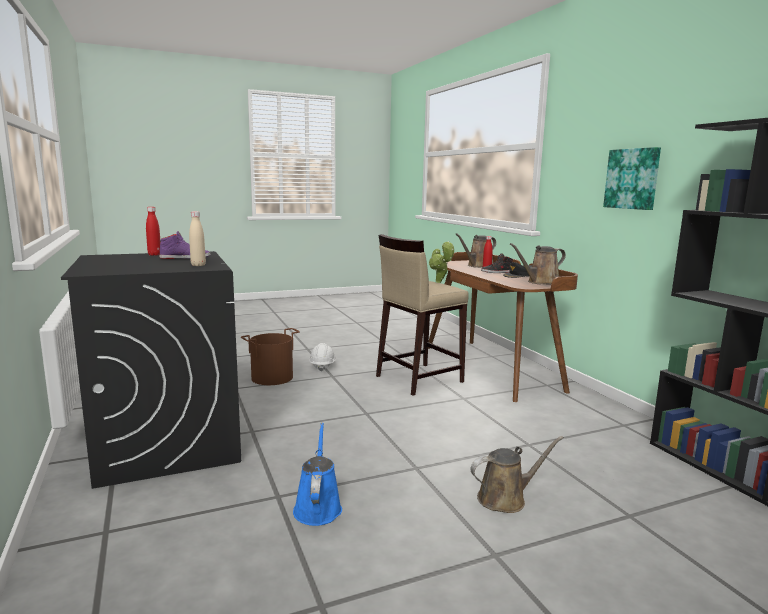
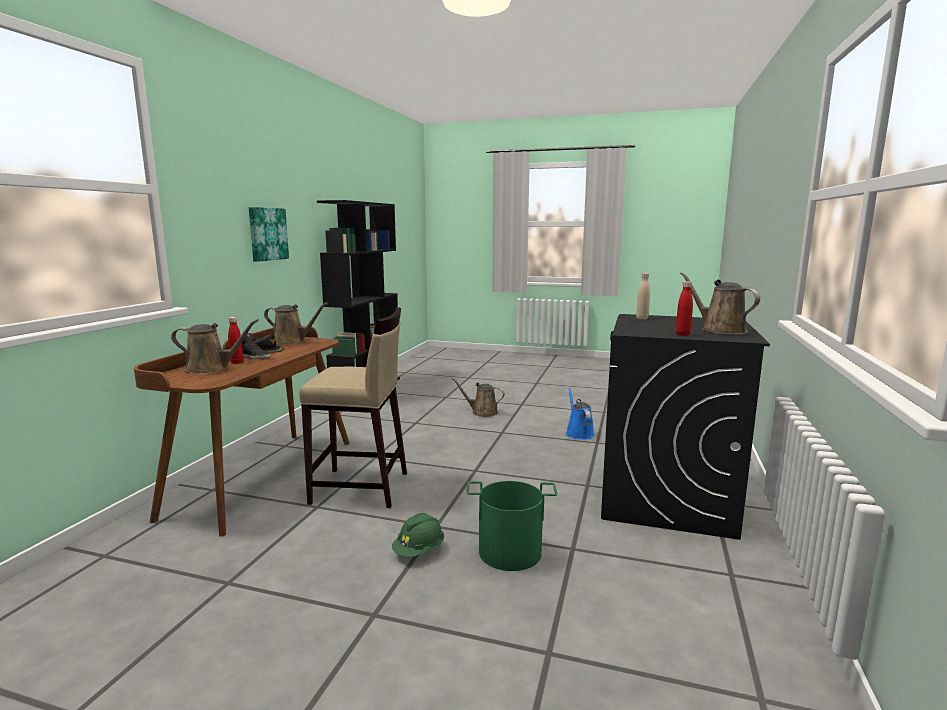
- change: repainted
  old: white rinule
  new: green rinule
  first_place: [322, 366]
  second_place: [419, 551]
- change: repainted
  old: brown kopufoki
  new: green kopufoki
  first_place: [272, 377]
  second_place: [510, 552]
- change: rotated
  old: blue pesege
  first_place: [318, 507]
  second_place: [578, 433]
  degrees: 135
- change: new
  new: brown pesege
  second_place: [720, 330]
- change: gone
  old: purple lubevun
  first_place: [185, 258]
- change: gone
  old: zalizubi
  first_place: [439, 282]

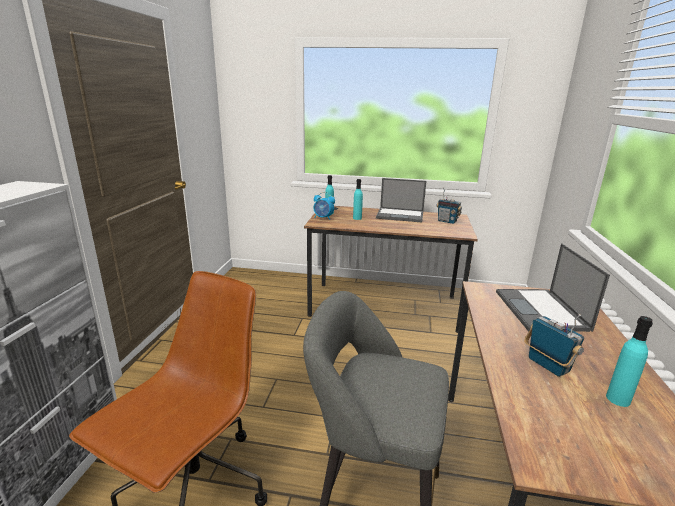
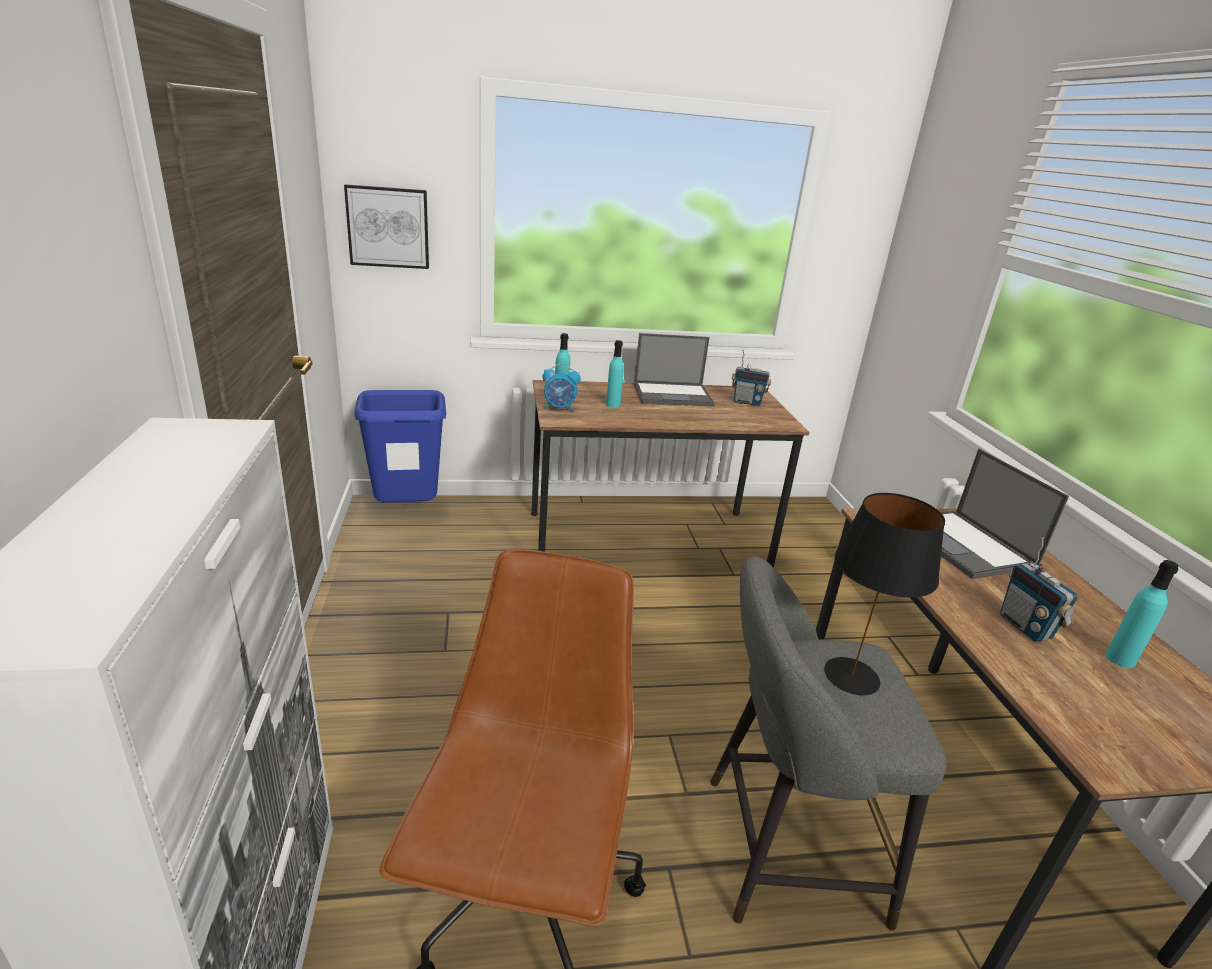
- change: new
  new: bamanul
  second_place: [388, 227]
- change: new
  new: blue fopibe
  second_place: [407, 511]
- change: new
  new: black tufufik
  second_place: [852, 677]
- change: rotated
  old: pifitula
  first_place: [547, 365]
  second_place: [1025, 627]
  degrees: -150

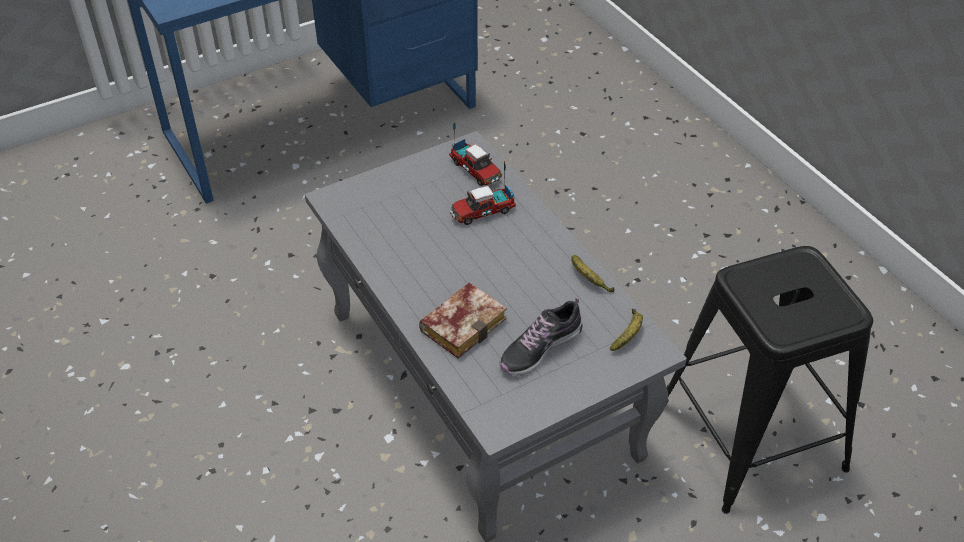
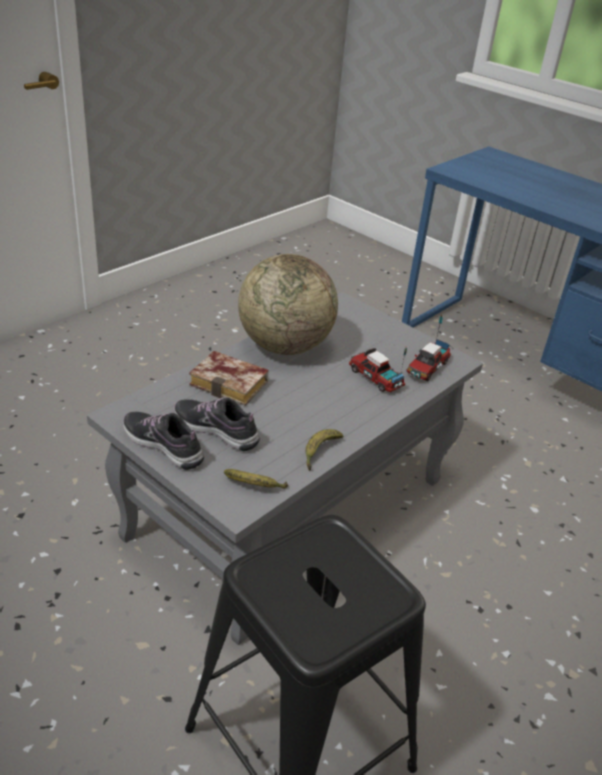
- change: new
  new: lubevun
  second_place: [163, 445]
- change: new
  new: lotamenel
  second_place: [284, 346]

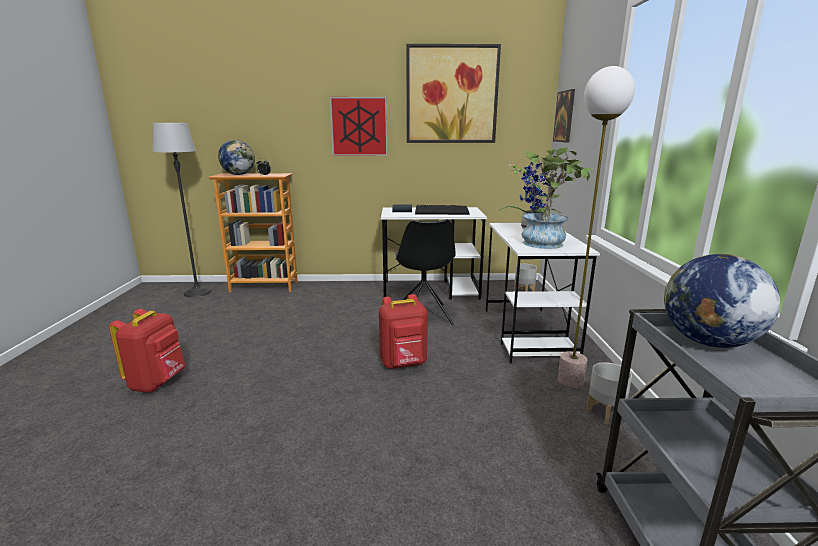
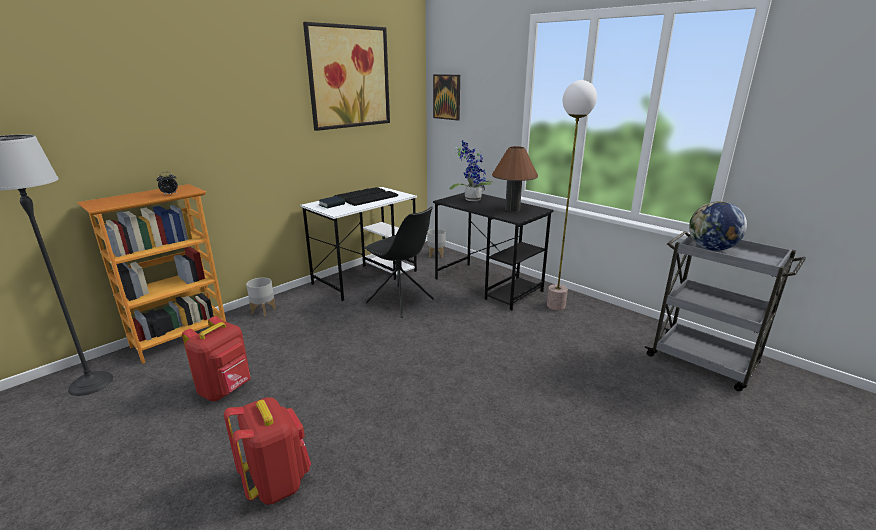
- change: shifted
  old: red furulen
  first_place: [404, 364]
  second_place: [226, 389]
- change: shifted
  old: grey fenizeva
  first_place: [605, 414]
  second_place: [264, 311]
- change: repainted
  old: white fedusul
  new: black fedusul
  first_place: [528, 333]
  second_place: [488, 285]
- change: swapped
  old: zalizubi
  new: brown tufufik
  first_place: [548, 243]
  second_place: [512, 209]
- change: gone
  old: lotamenel
  first_place: [239, 174]
- change: gone
  old: bamanul
  first_place: [359, 126]

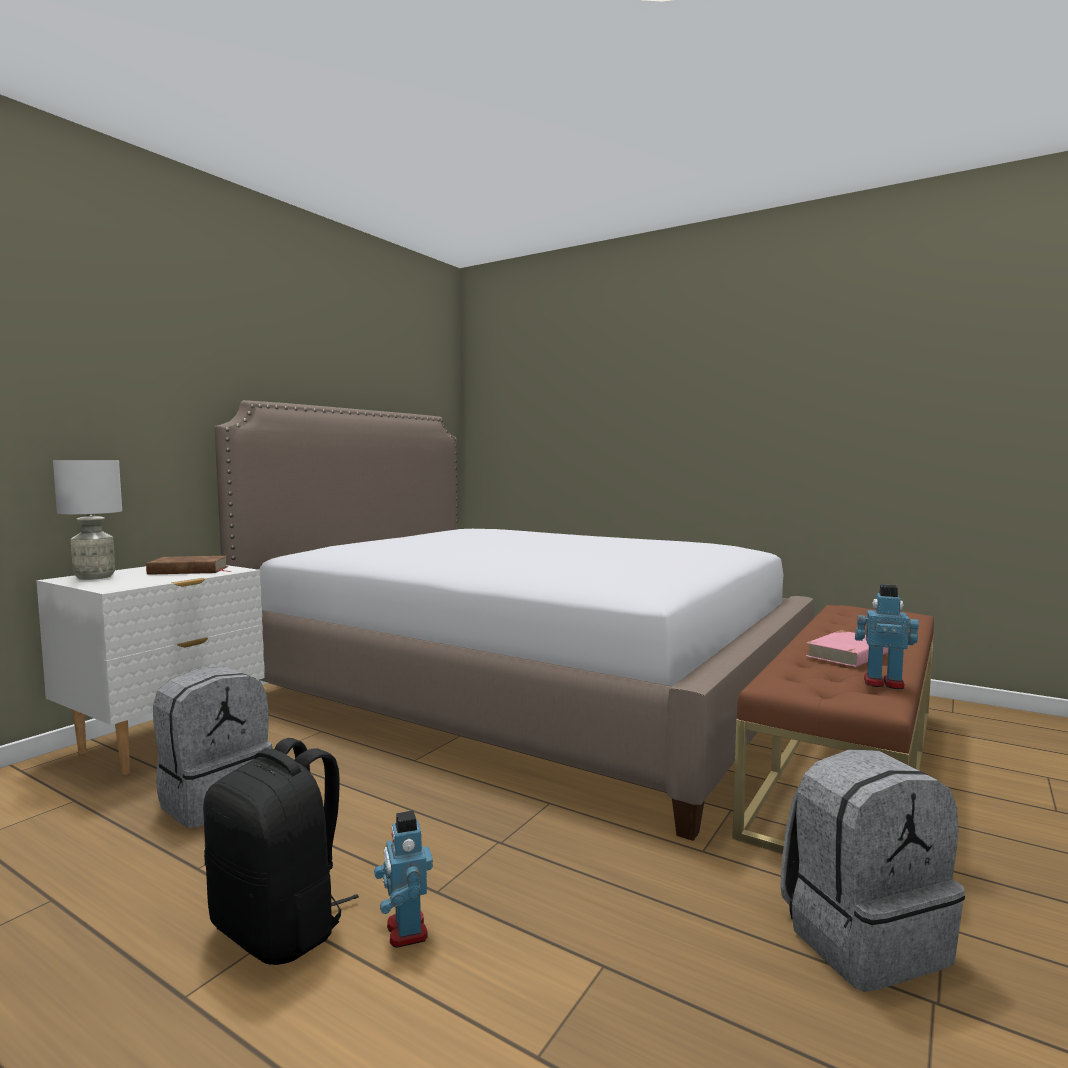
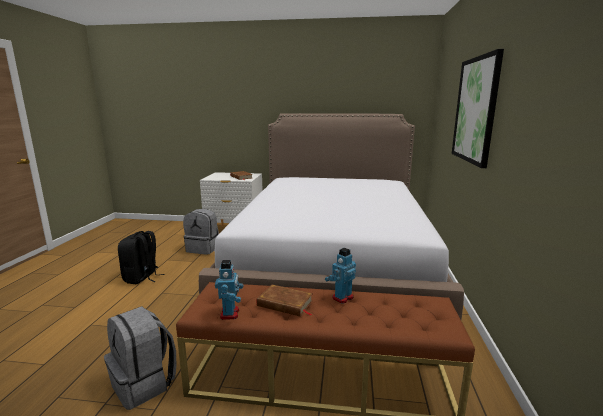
- change: repainted
  old: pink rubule
  new: brown rubule
  first_place: [848, 654]
  second_place: [285, 304]
- change: shifted
  old: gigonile
  first_place: [405, 931]
  second_place: [342, 297]
- change: new
  new: bamanul
  second_place: [475, 110]
- change: gone
  old: grey tufufik
  first_place: [95, 577]

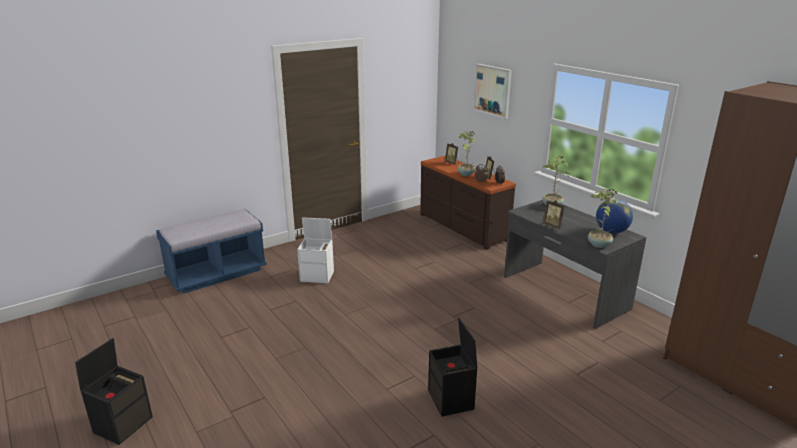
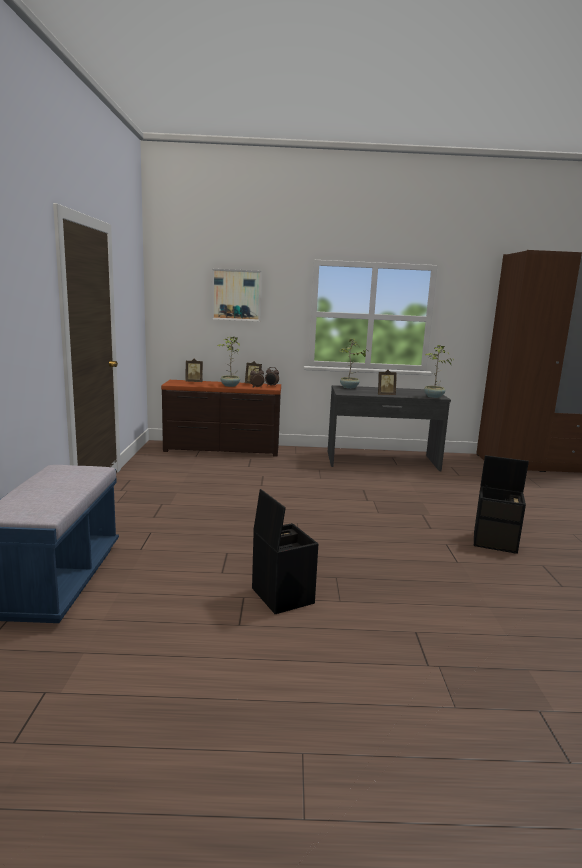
- change: shifted
  old: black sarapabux
  first_place: [123, 424]
  second_place: [281, 595]
- change: gone
  old: white sarapabux
  first_place: [318, 276]
- change: gone
  old: lotamenel
  first_place: [611, 231]

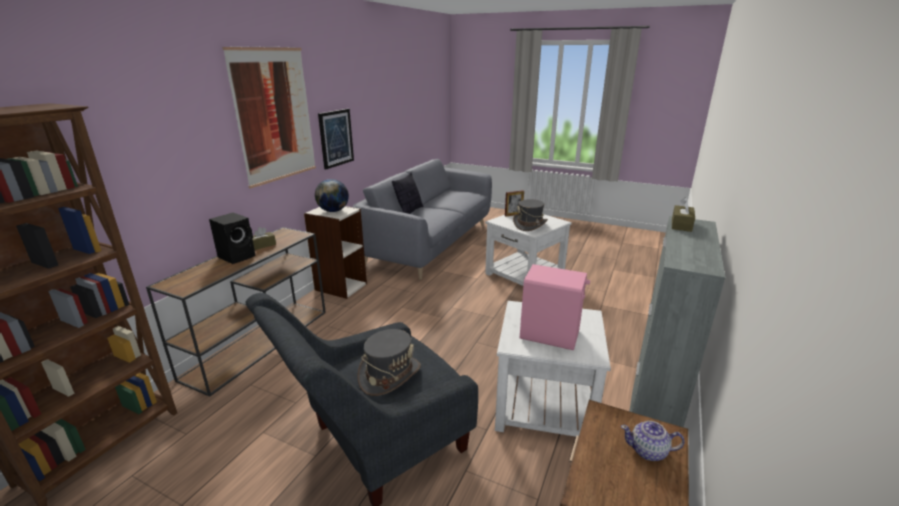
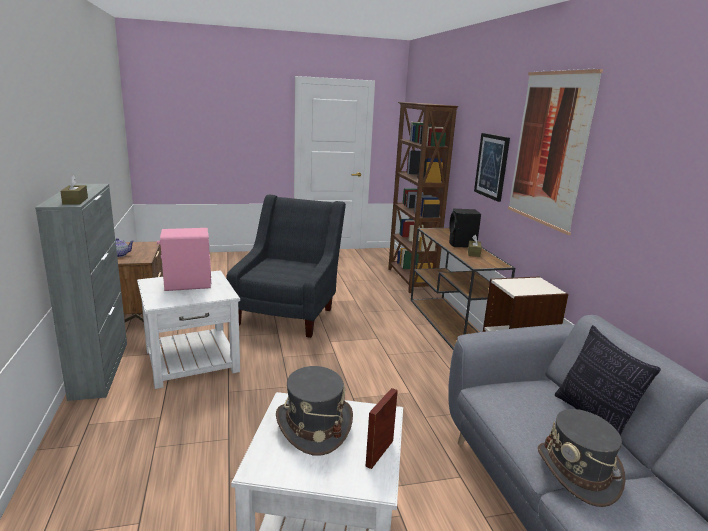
- change: shifted
  old: bamanul
  first_place: [336, 138]
  second_place: [492, 166]
- change: shifted
  old: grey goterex
  first_place: [389, 375]
  second_place: [578, 472]
- change: gone
  old: lotamenel
  first_place: [333, 211]

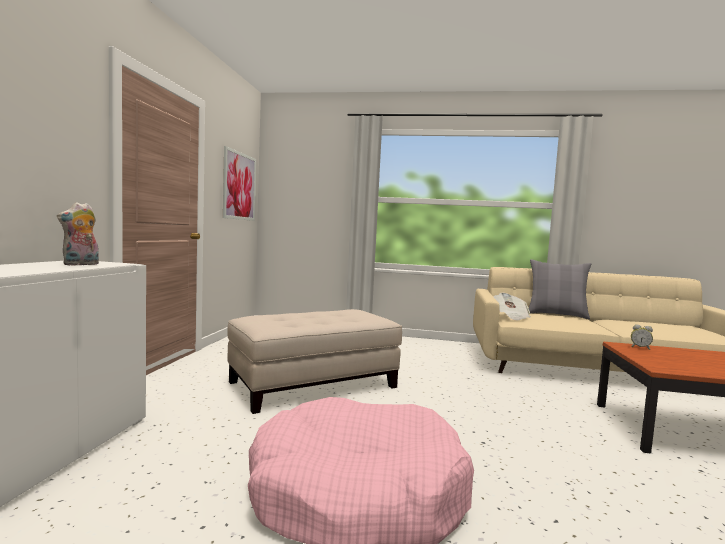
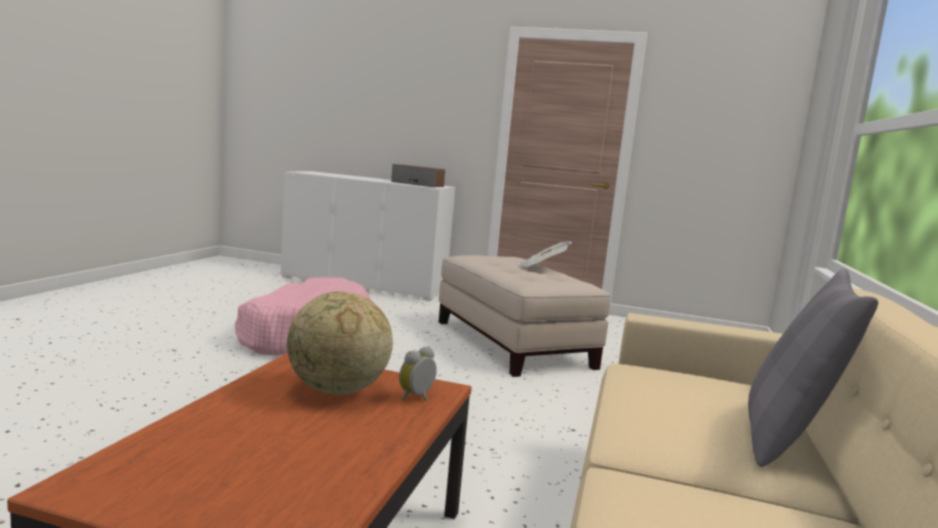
- change: new
  new: lotamenel
  second_place: [337, 391]
- change: swapped
  old: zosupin
  new: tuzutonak
  first_place: [81, 264]
  second_place: [417, 184]
- change: shifted
  old: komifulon
  first_place: [510, 316]
  second_place: [541, 268]
- change: gone
  old: bamanul
  first_place: [239, 186]

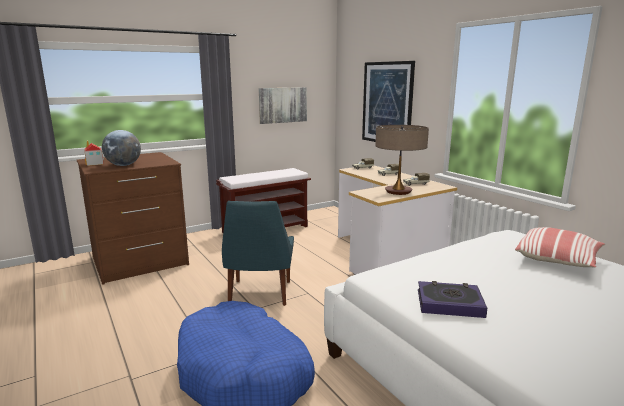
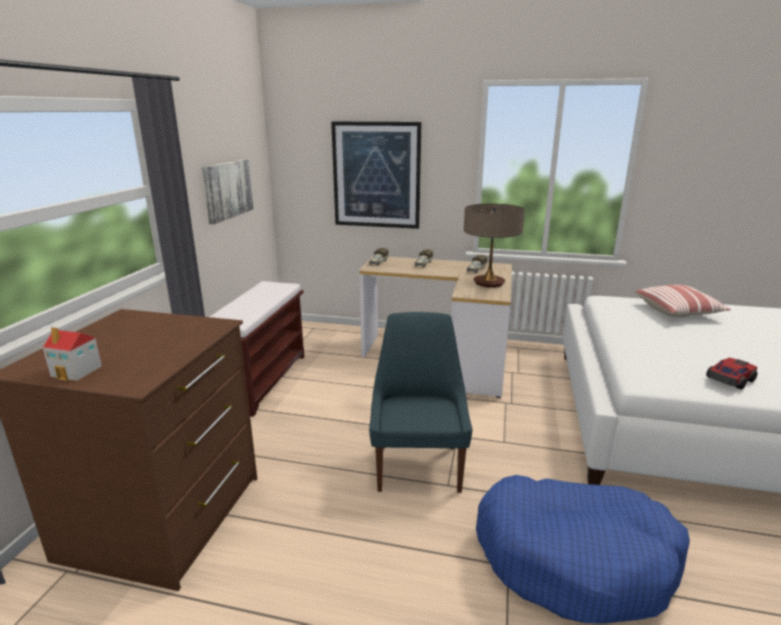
- change: rotated
  old: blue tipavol
  first_place: [259, 294]
  second_place: [418, 465]
  degrees: -135
- change: swapped
  old: rubule
  new: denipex
  first_place: [449, 303]
  second_place: [729, 379]
- change: gone
  old: lotamenel
  first_place: [124, 165]

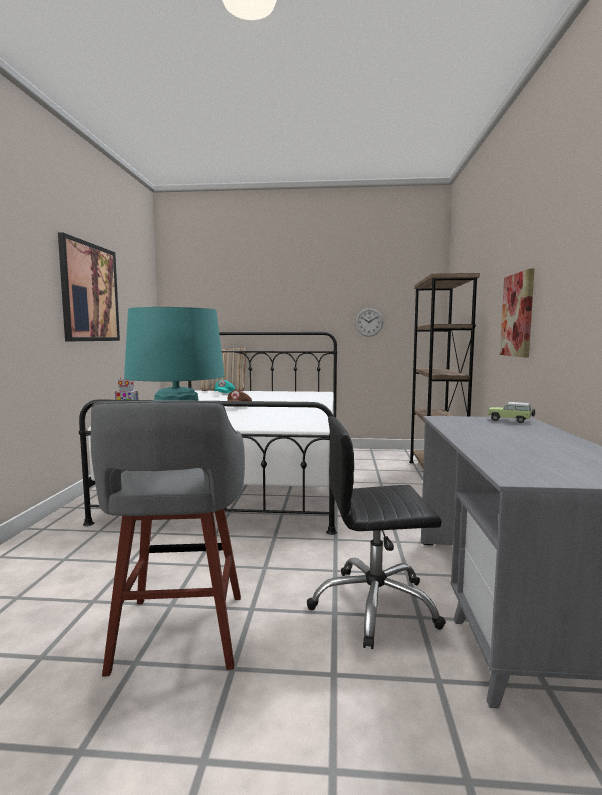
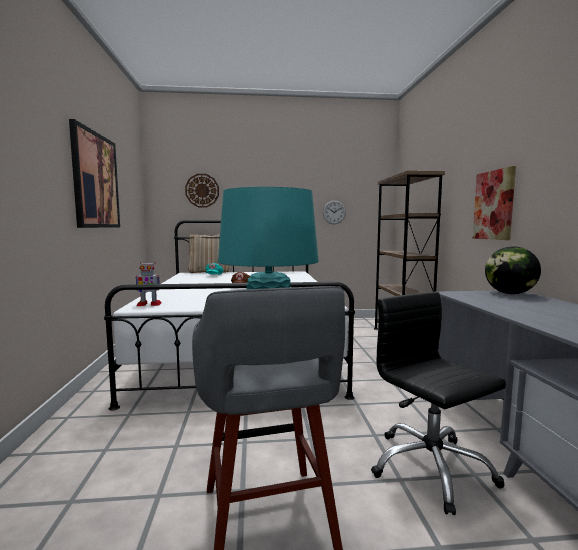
- change: new
  new: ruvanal
  second_place: [202, 190]
- change: rotated
  old: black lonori
  first_place: [374, 606]
  second_place: [430, 468]
  degrees: 75
- change: swapped
  old: denipex
  new: lotamenel
  first_place: [511, 421]
  second_place: [510, 293]

